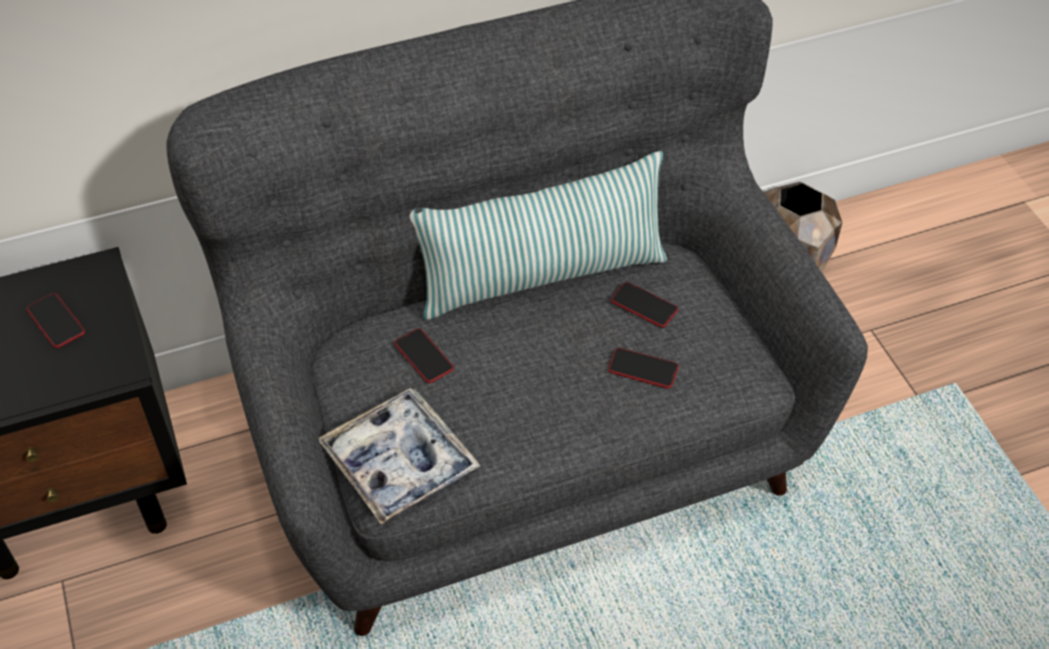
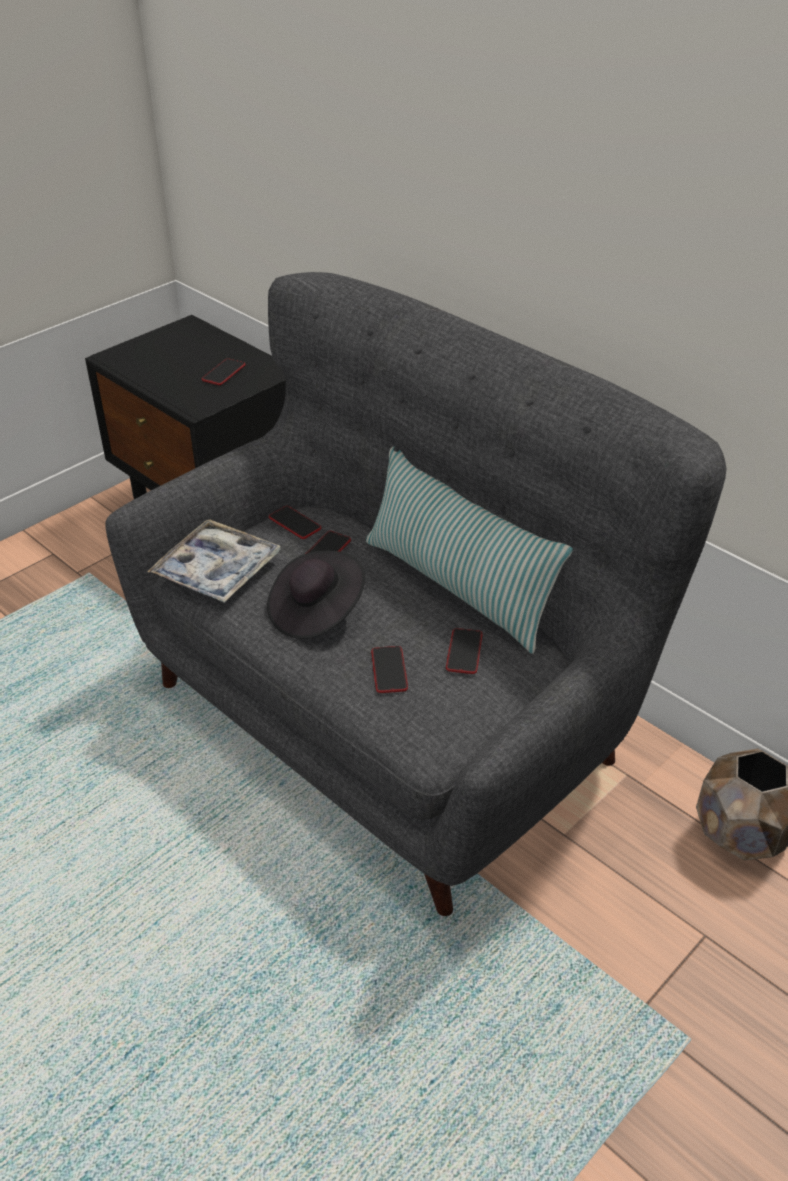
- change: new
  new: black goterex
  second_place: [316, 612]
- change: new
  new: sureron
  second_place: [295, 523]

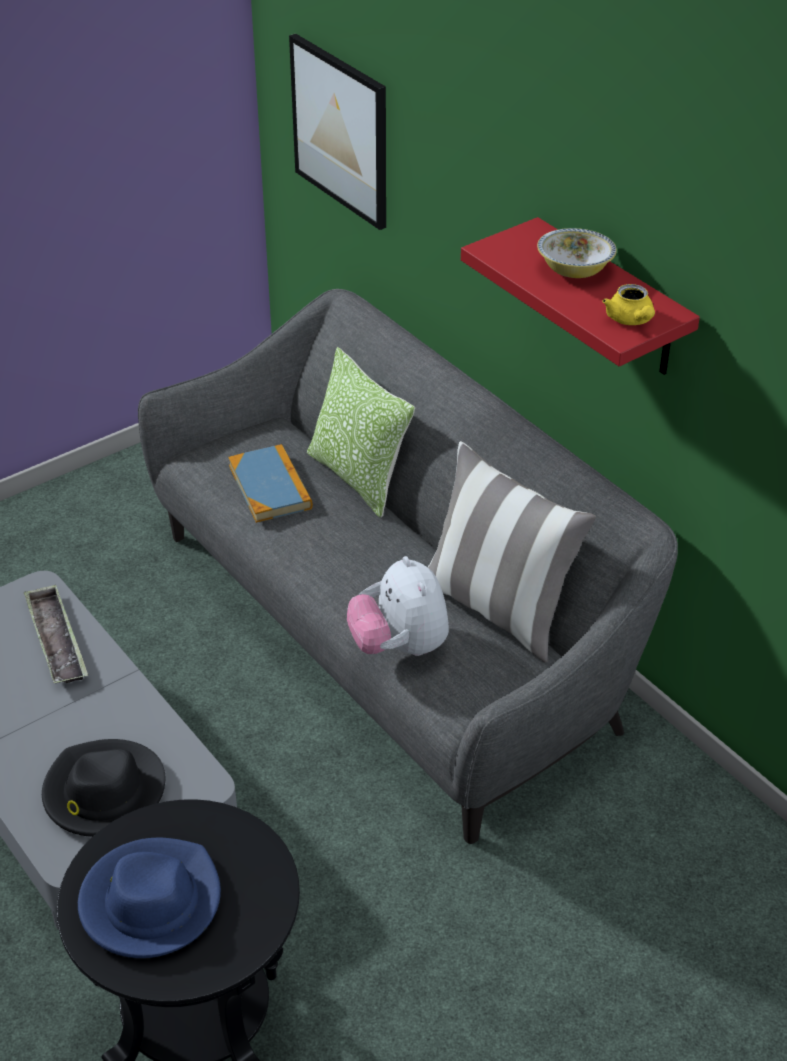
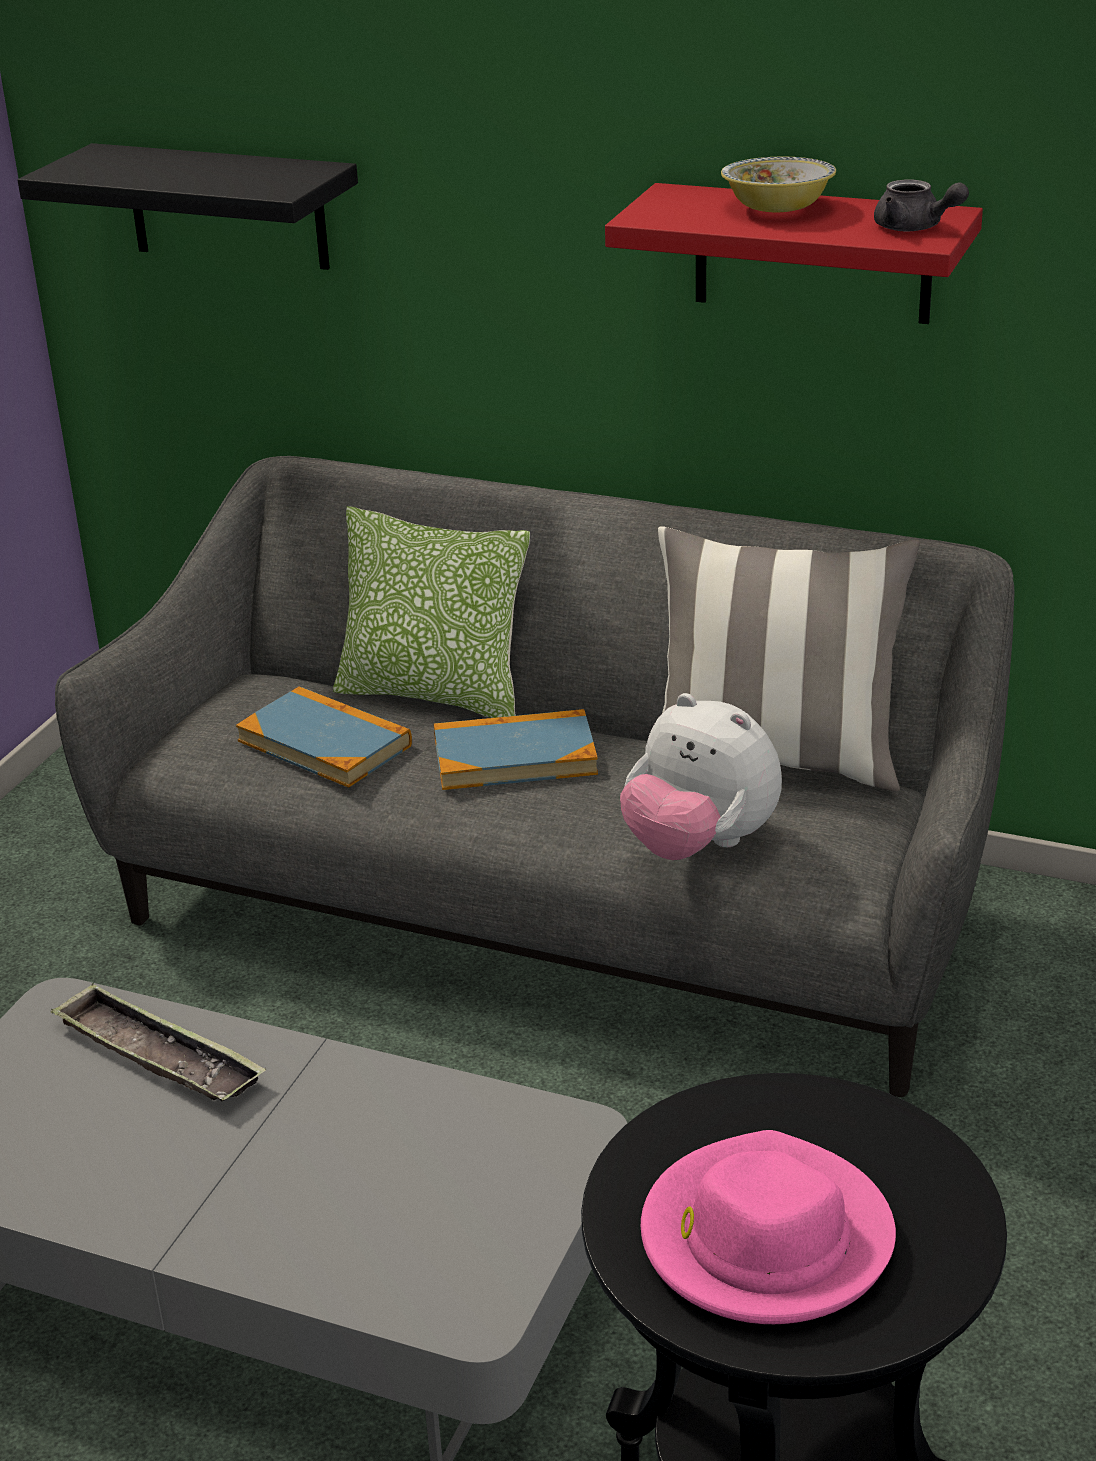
- change: swapped
  old: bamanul
  new: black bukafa
  first_place: [341, 130]
  second_place: [227, 206]
- change: new
  new: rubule
  second_place: [515, 756]
- change: repainted
  old: blue goterex
  new: pink goterex
  first_place: [150, 902]
  second_place: [764, 1239]
- change: repainted
  old: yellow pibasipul
  new: grey pibasipul
  first_place: [631, 320]
  second_place: [914, 228]
- change: gone
  old: black goterex
  first_place: [103, 792]

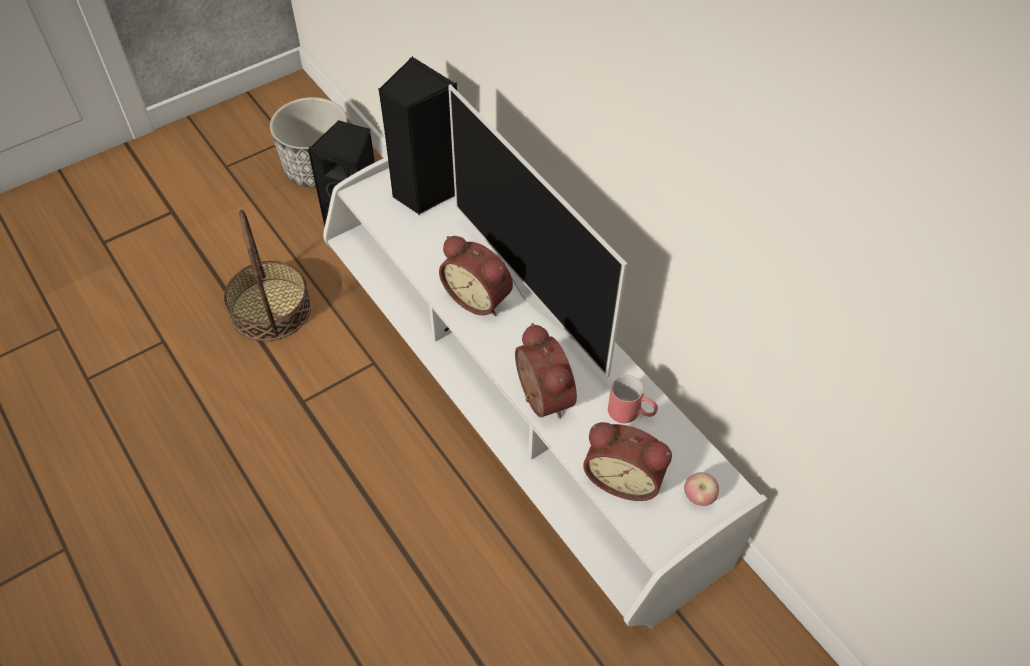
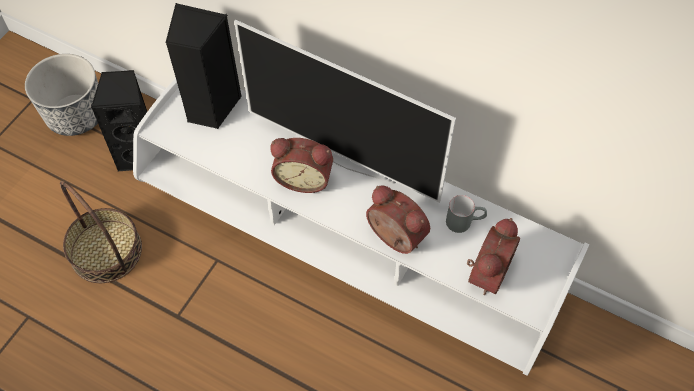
- change: repainted
  old: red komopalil
  new: grey komopalil
  first_place: [631, 413]
  second_place: [465, 222]
- change: rotated
  old: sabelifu
  first_place: [624, 477]
  second_place: [485, 272]
  degrees: -60
- change: gone
  old: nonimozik
  first_place: [698, 497]

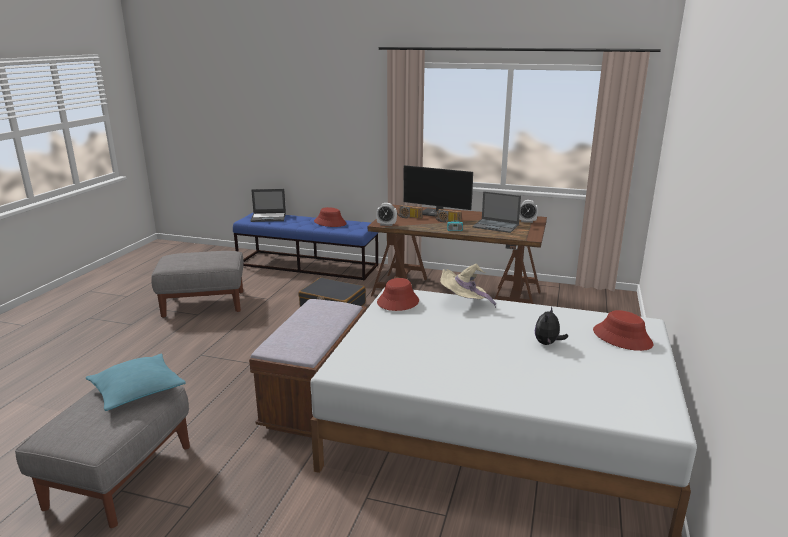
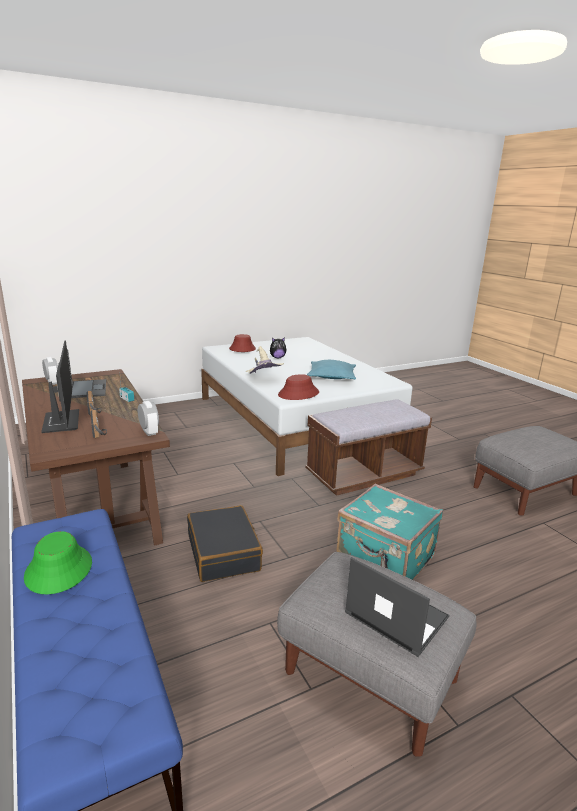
- change: repainted
  old: red goterex
  new: green goterex
  first_place: [330, 222]
  second_place: [58, 570]
- change: shifted
  old: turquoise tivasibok
  first_place: [137, 390]
  second_place: [331, 377]
- change: new
  new: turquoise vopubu
  second_place: [385, 557]
- change: shifted
  old: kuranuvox
  first_place: [269, 217]
  second_place: [395, 614]

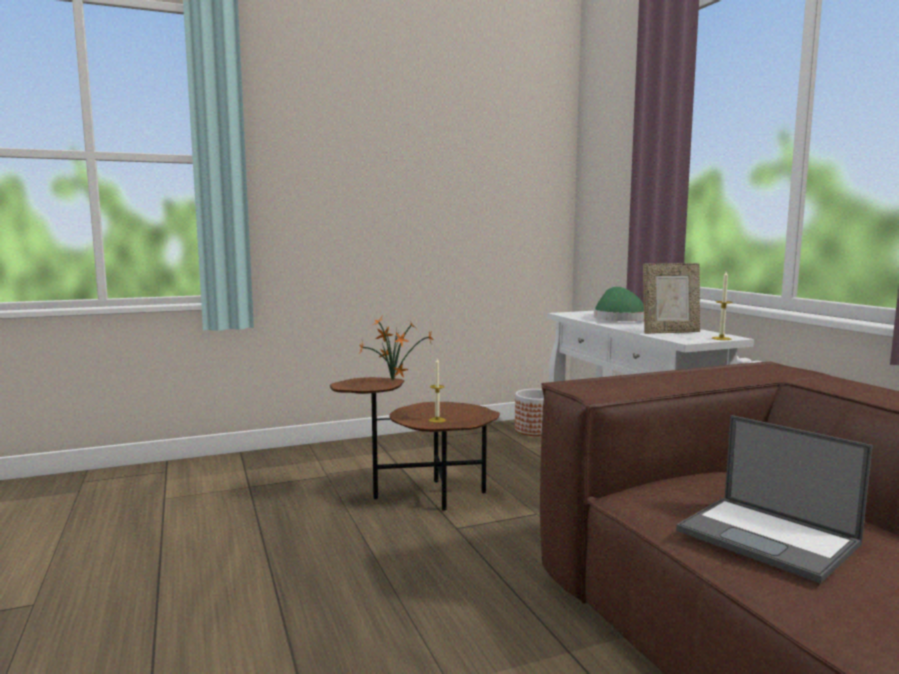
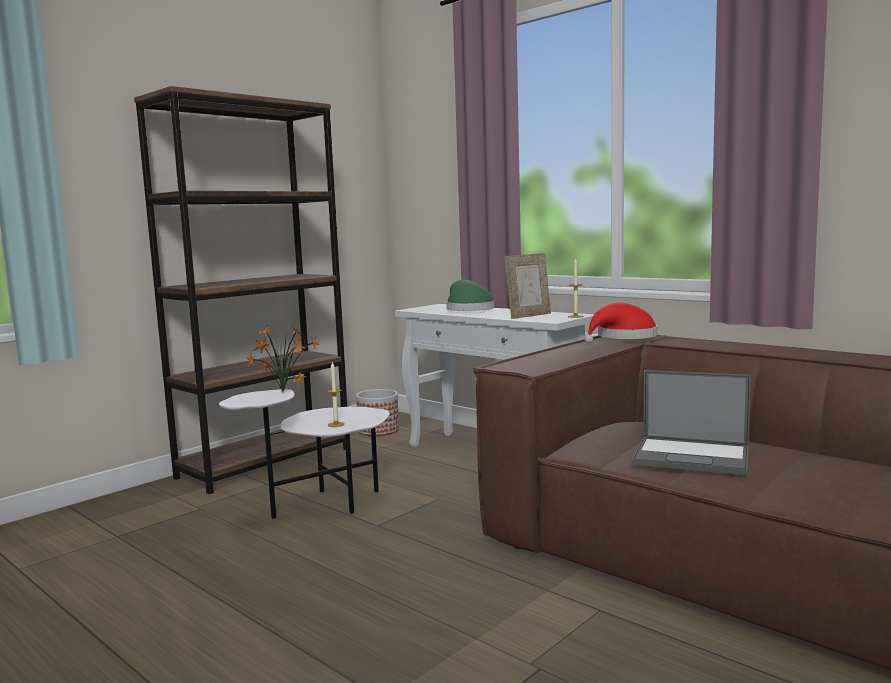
- change: new
  new: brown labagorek
  second_place: [266, 463]
- change: repainted
  old: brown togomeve
  new: white togomeve
  first_place: [423, 496]
  second_place: [321, 506]
- change: new
  new: red goterex
  second_place: [623, 337]

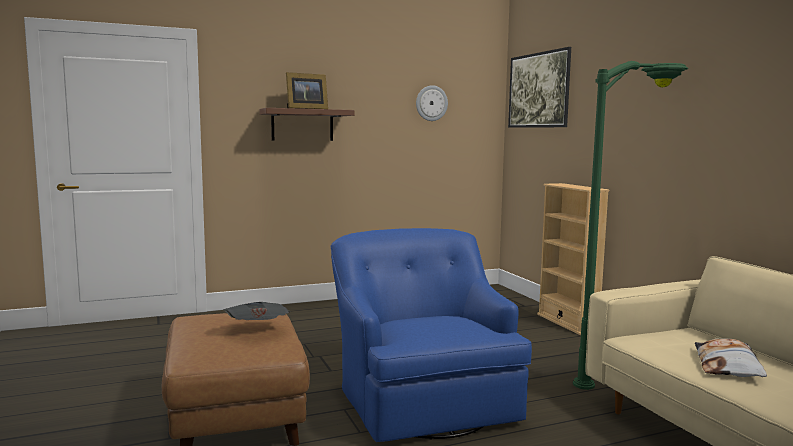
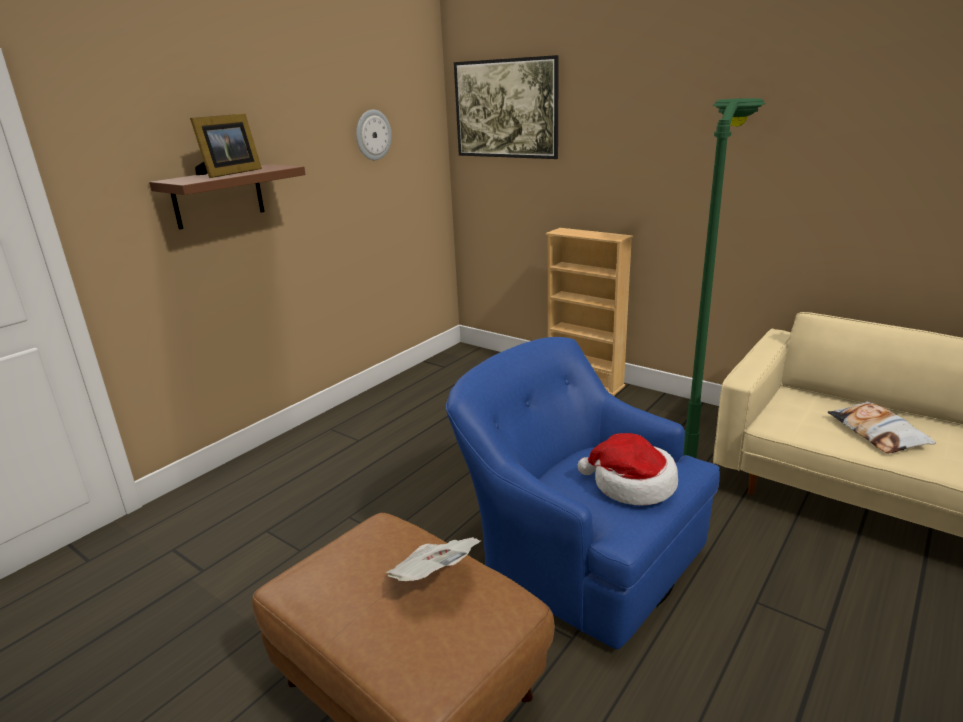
- change: new
  new: goterex
  second_place: [631, 484]

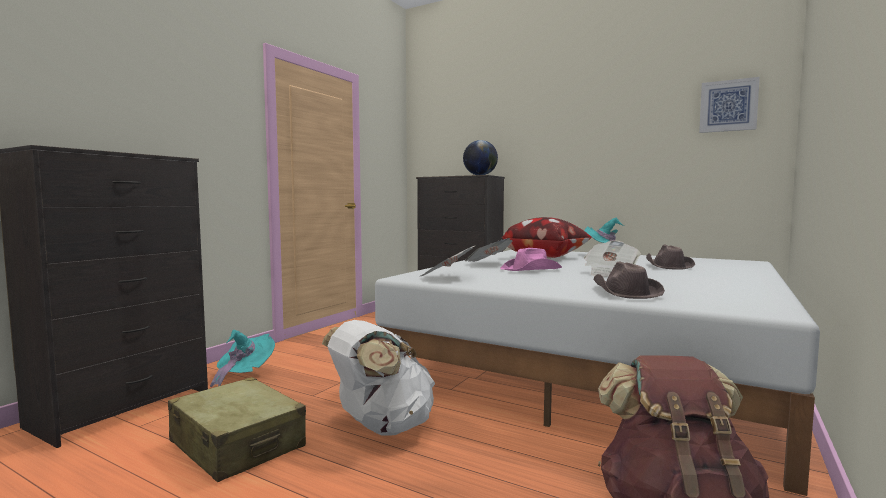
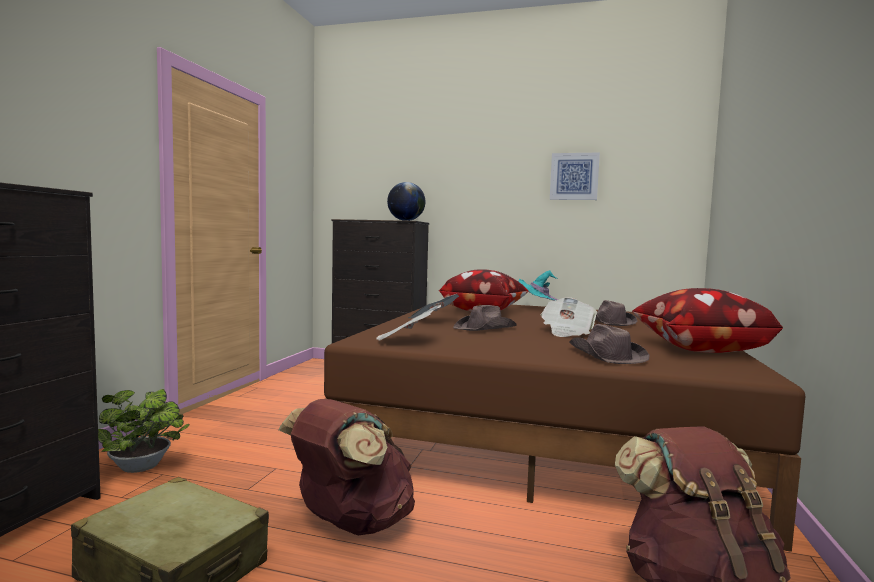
- change: swapped
  old: turquoise goterex
  new: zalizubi
  first_place: [244, 375]
  second_place: [143, 468]
- change: repainted
  old: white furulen
  new: brown furulen
  first_place: [381, 427]
  second_place: [351, 523]
- change: repainted
  old: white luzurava
  new: brown luzurava
  first_place: [596, 365]
  second_place: [545, 426]
- change: repainted
  old: pink goterex
  new: brown goterex
  first_place: [531, 269]
  second_place: [485, 328]
- change: shifted
  old: bamanul
  first_place: [728, 106]
  second_place: [574, 176]
- change: new
  new: tivasibok
  second_place: [697, 349]

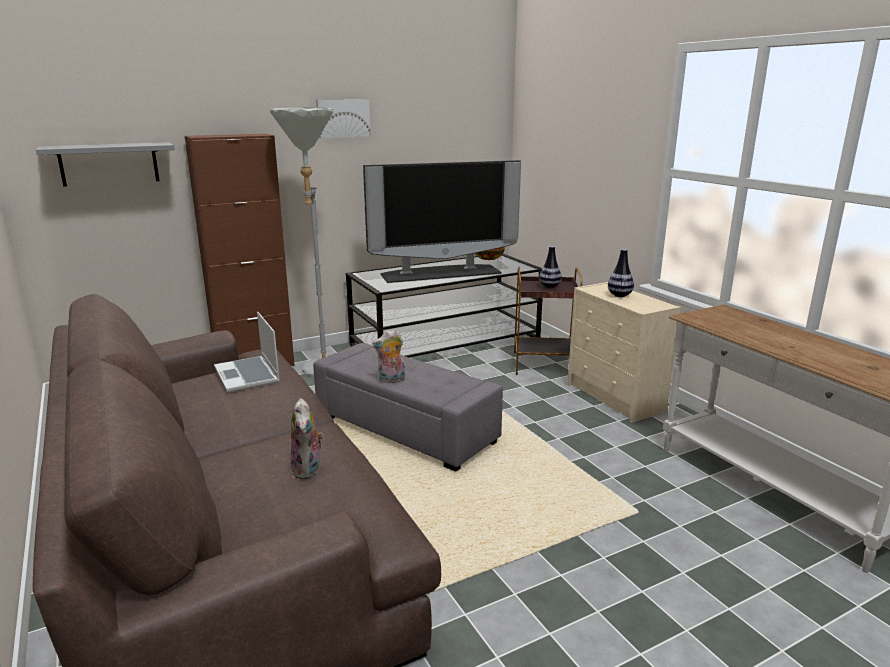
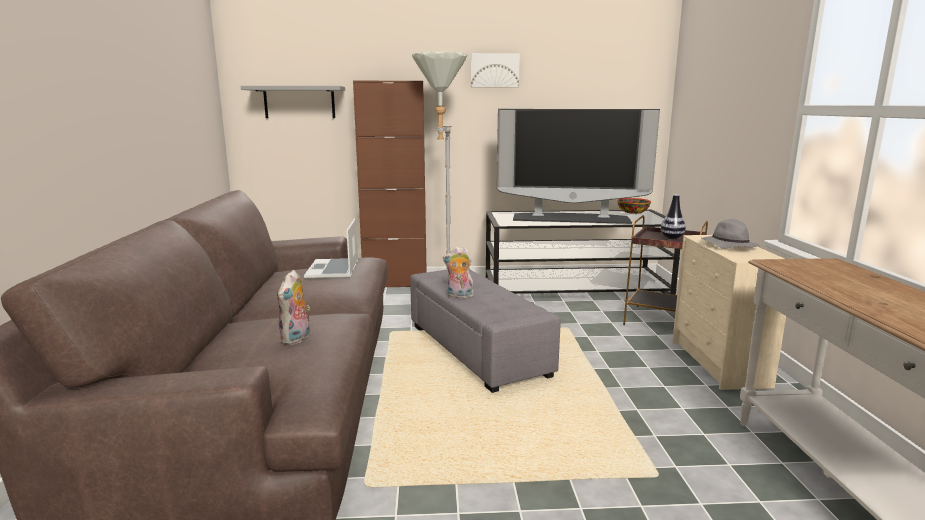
- change: swapped
  old: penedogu
  new: grey goterex
  first_place: [619, 295]
  second_place: [728, 246]

